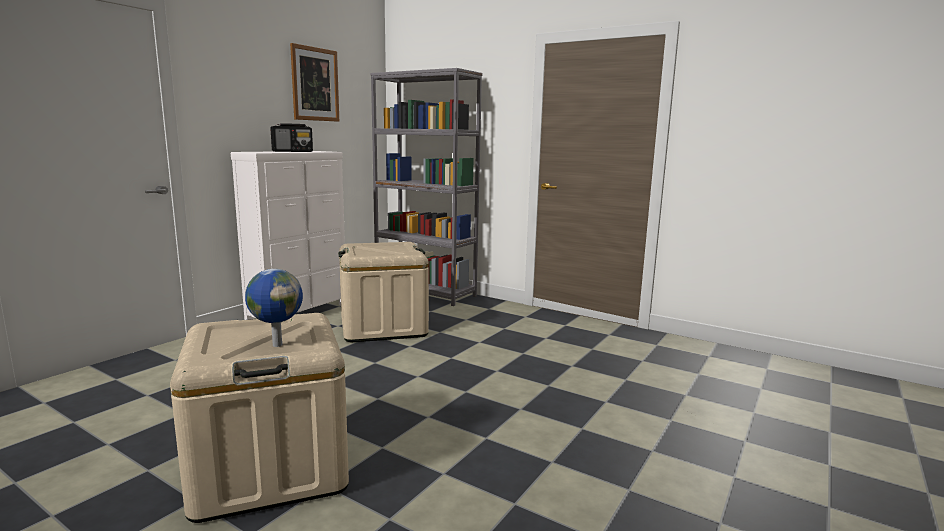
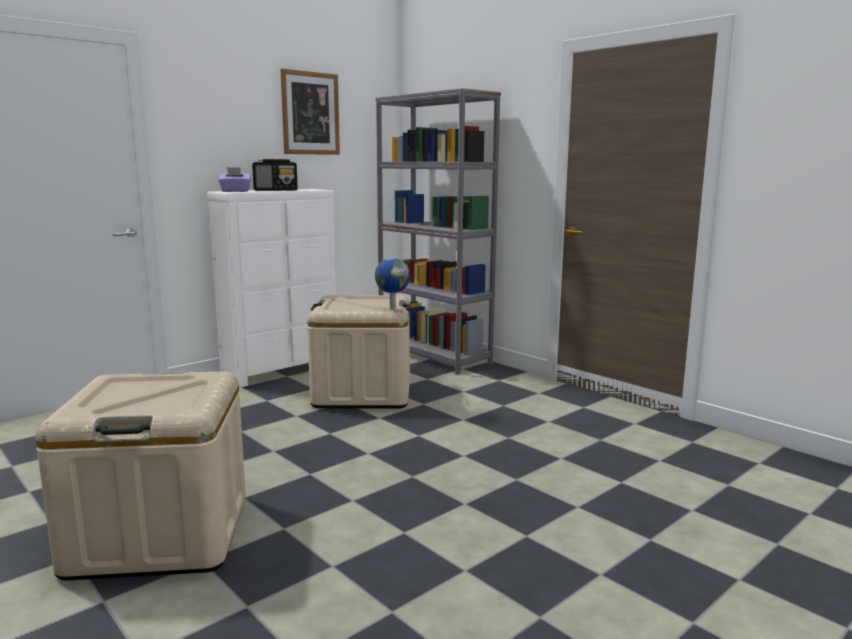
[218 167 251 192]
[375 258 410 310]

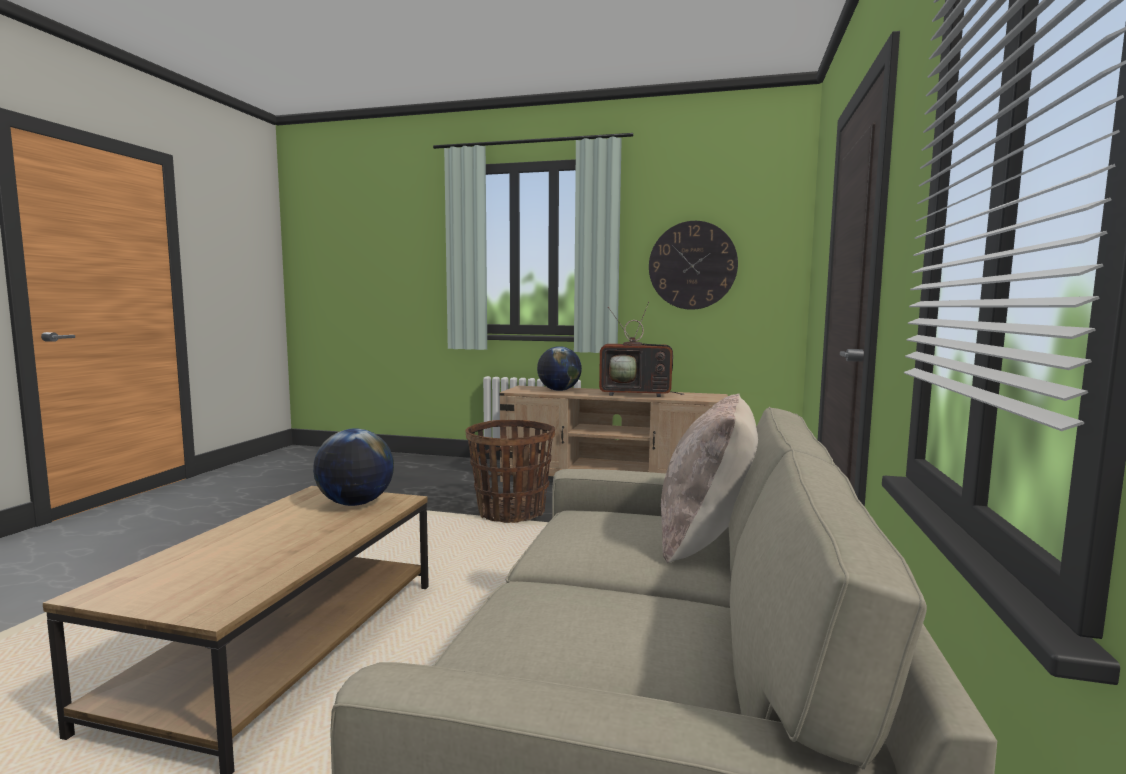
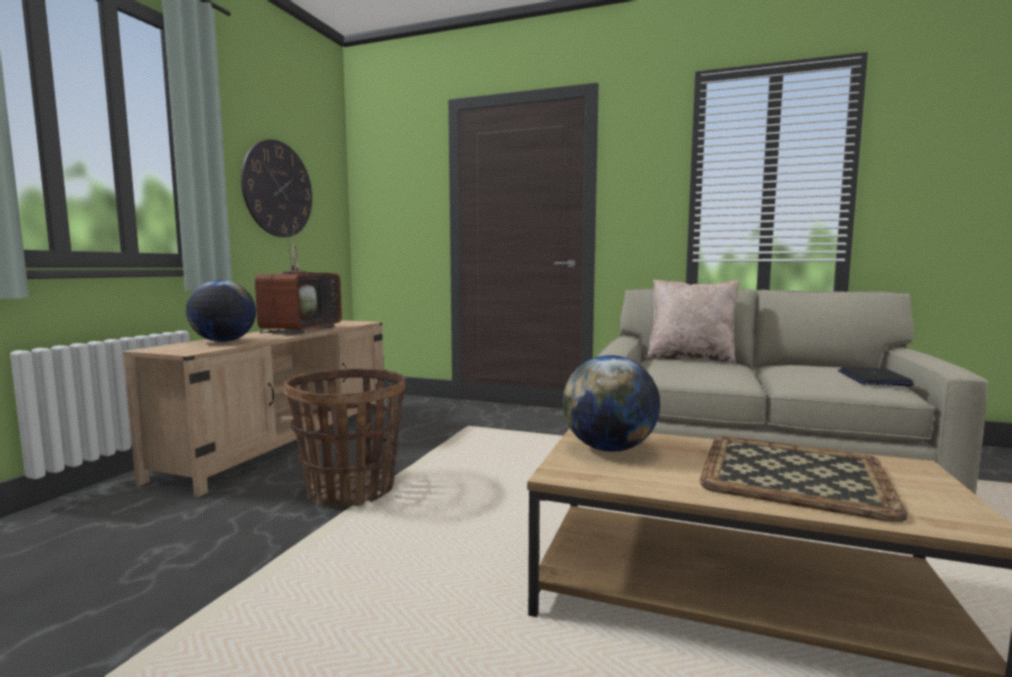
[700 436 908 522]
[838 367 914 386]

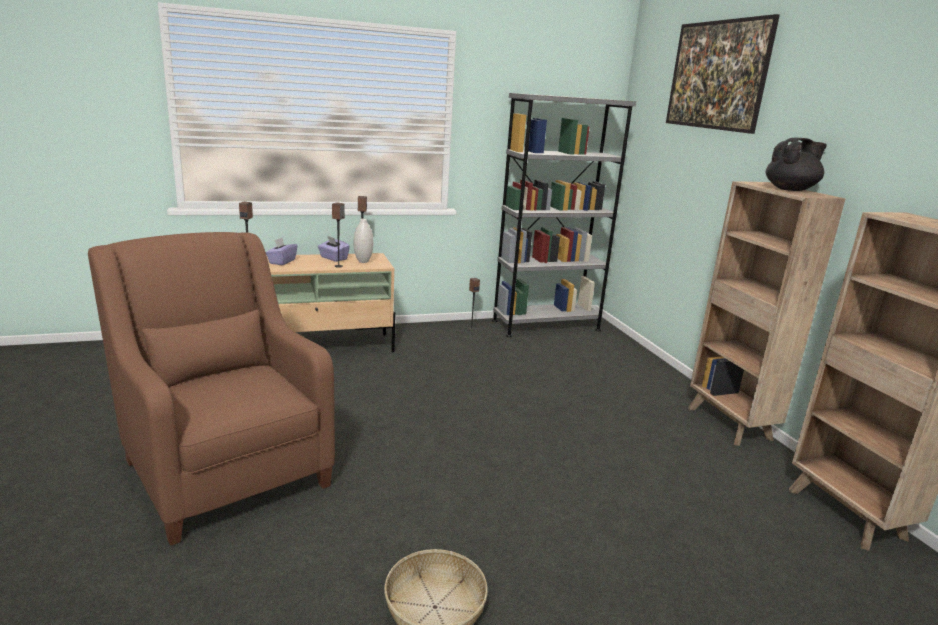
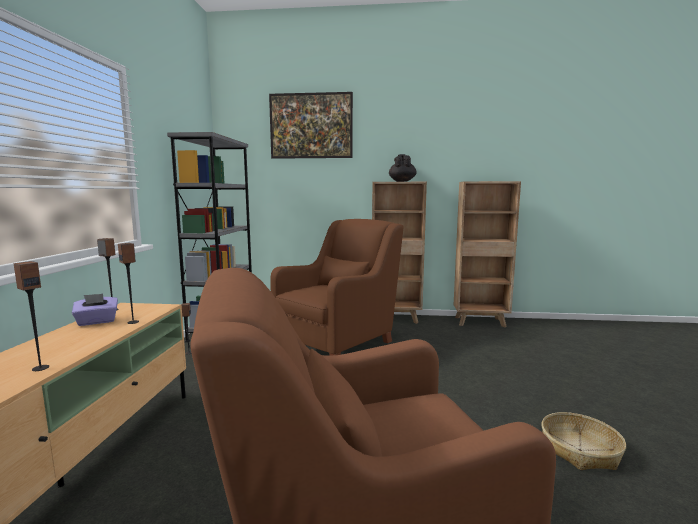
[270 219 404 356]
[266 238 297 265] (first image)
[354 219 373 263] (first image)

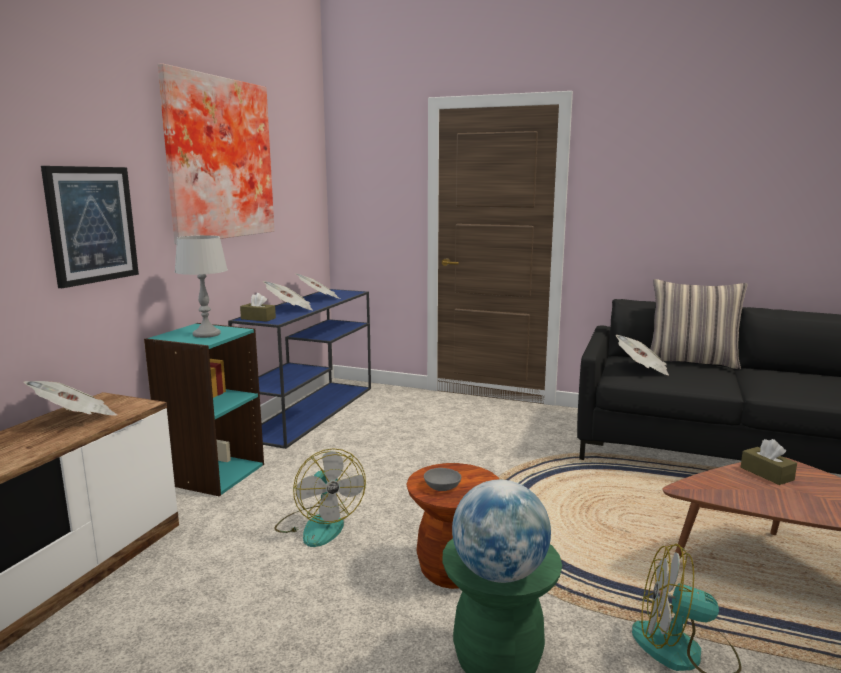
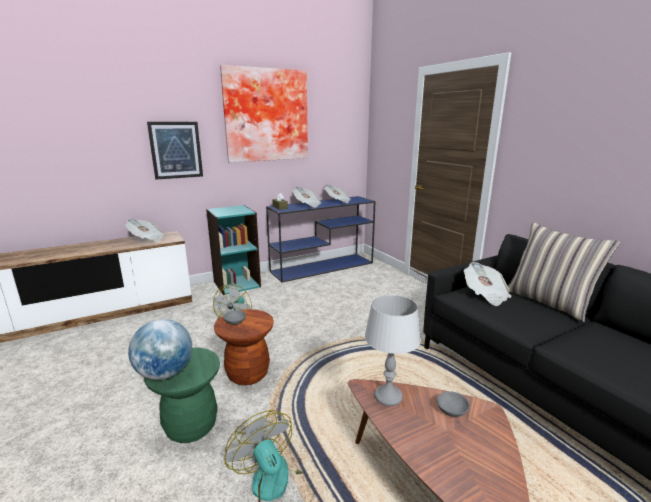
[364 295 421 406]
[437 391 470 417]

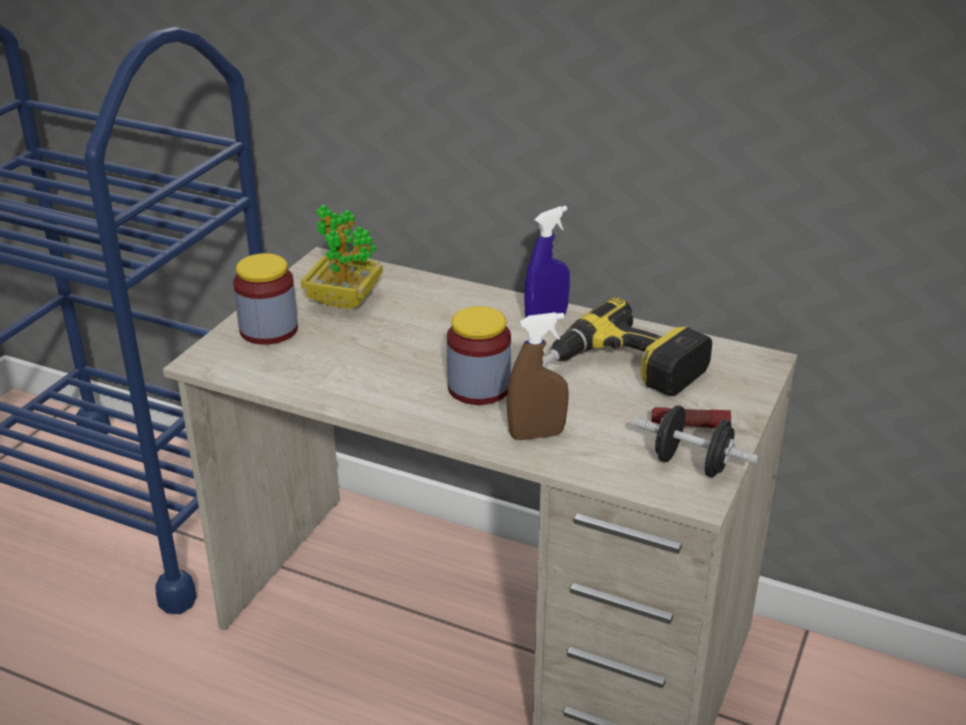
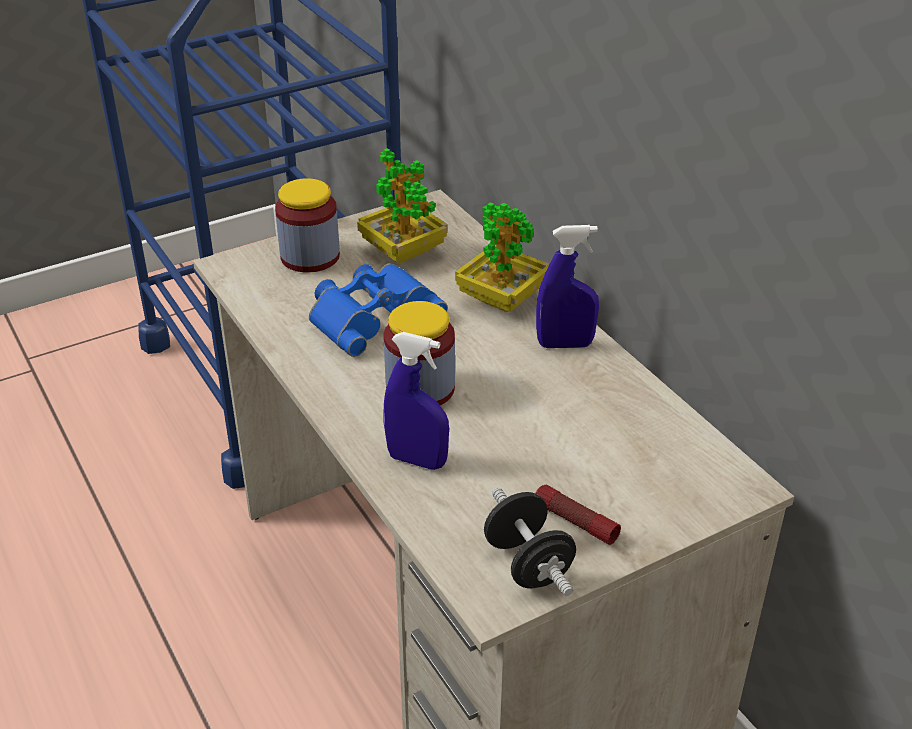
[309 263 448 357]
[383 332 449 470]
[455 202 549 312]
[542 298 712 396] (first image)

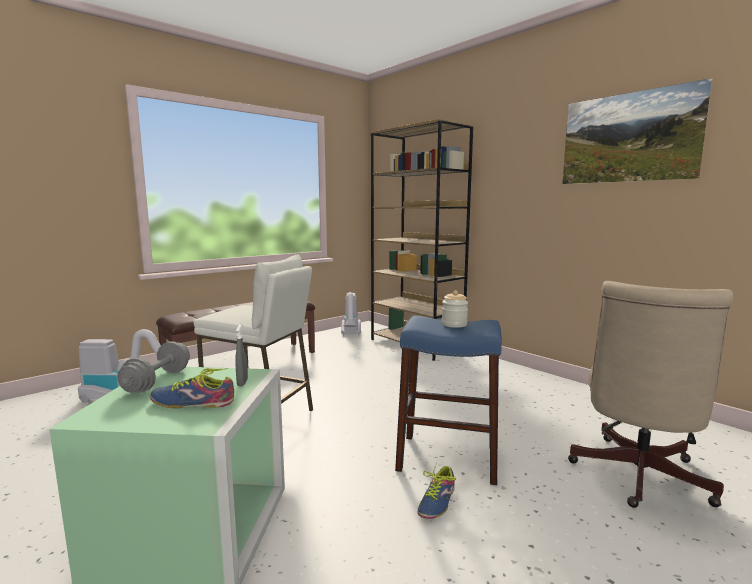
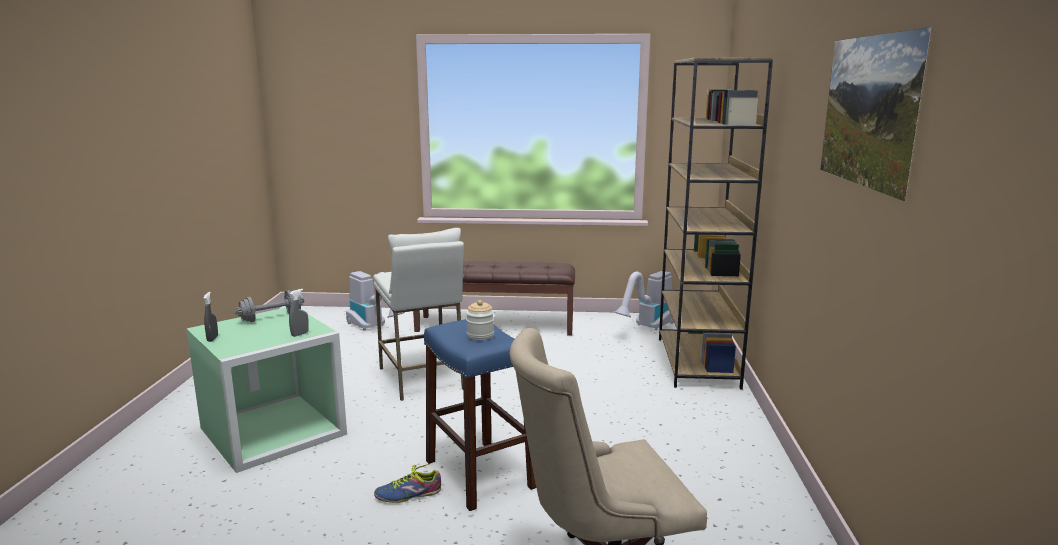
[203 292 218 342]
[150 368 234 409] (first image)

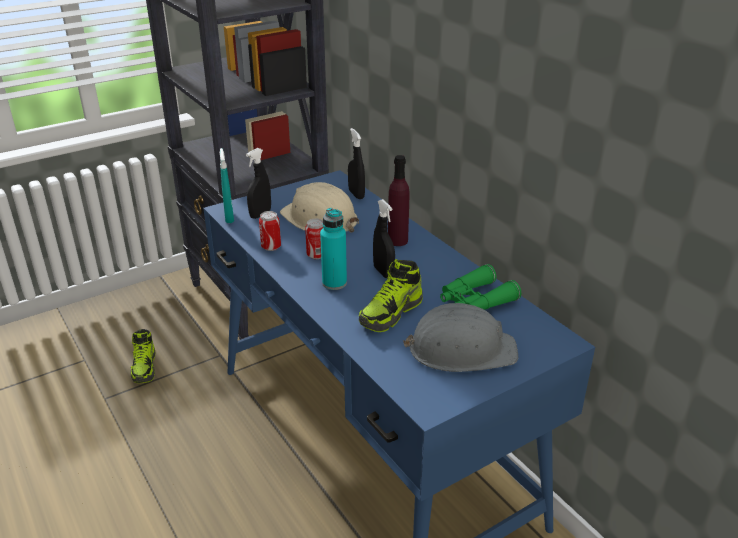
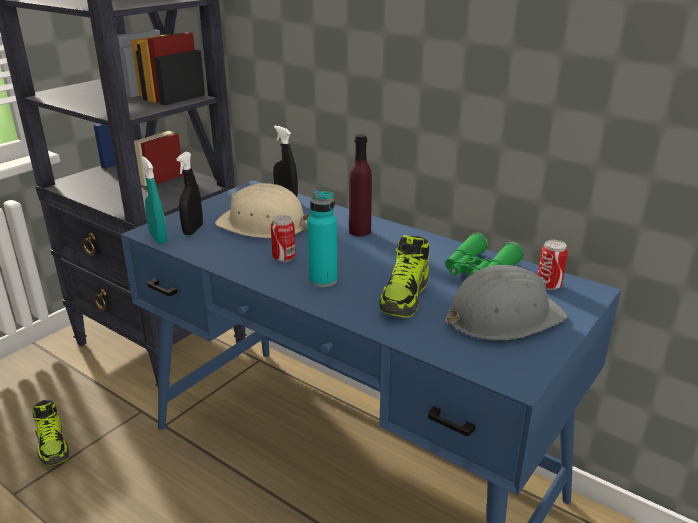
[538 240 568 290]
[373 199 395 278] (first image)

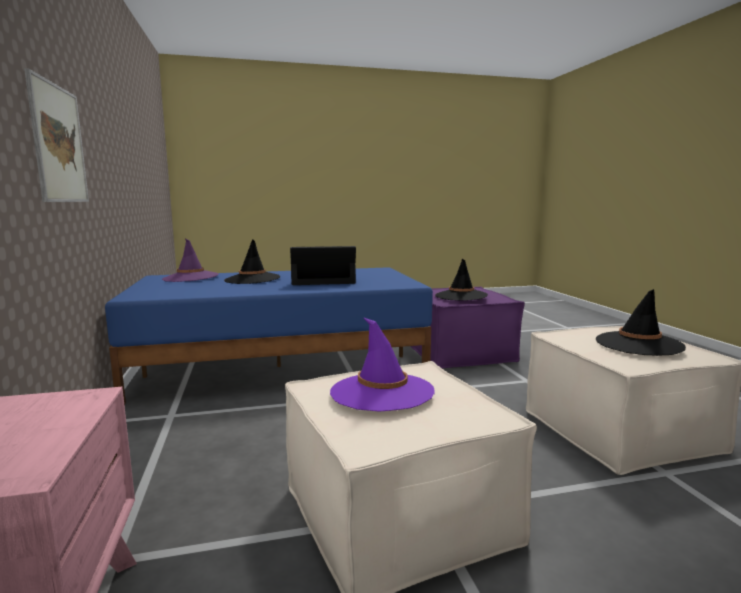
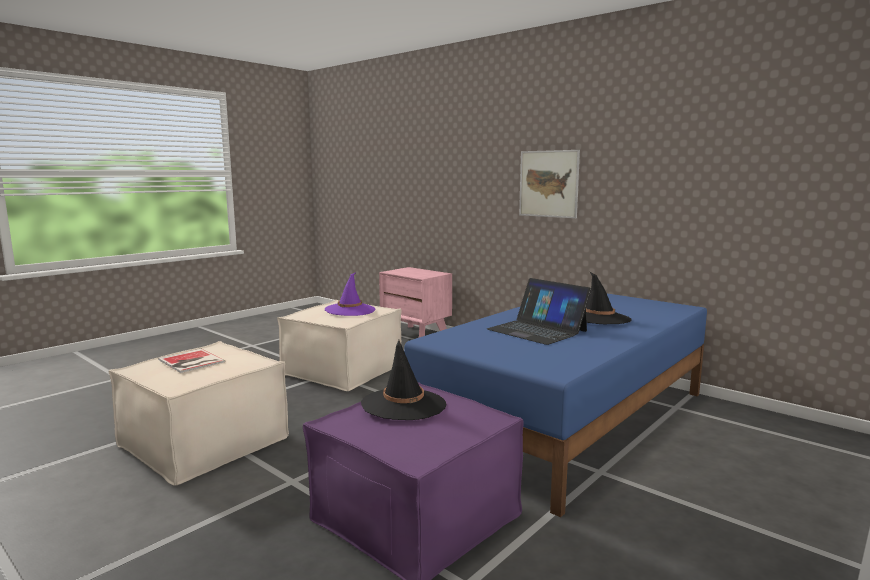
[158 349 226 373]
[487 278 592 345]
[162 239 219 282] (first image)

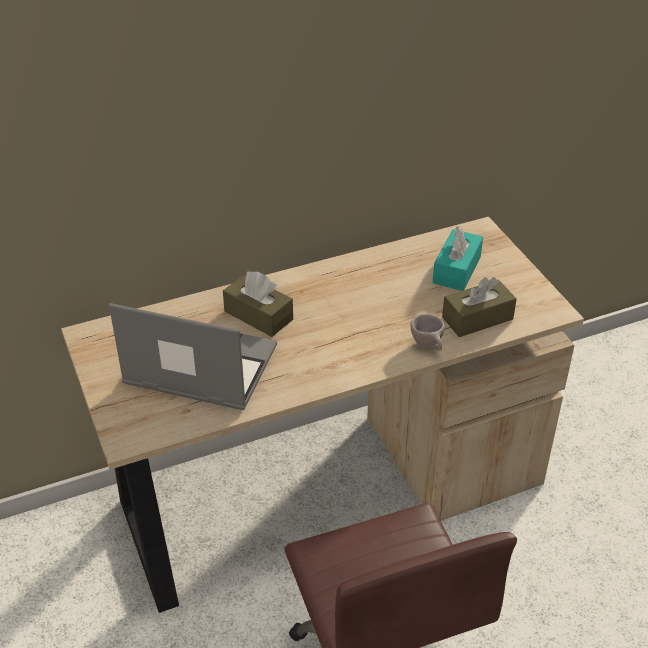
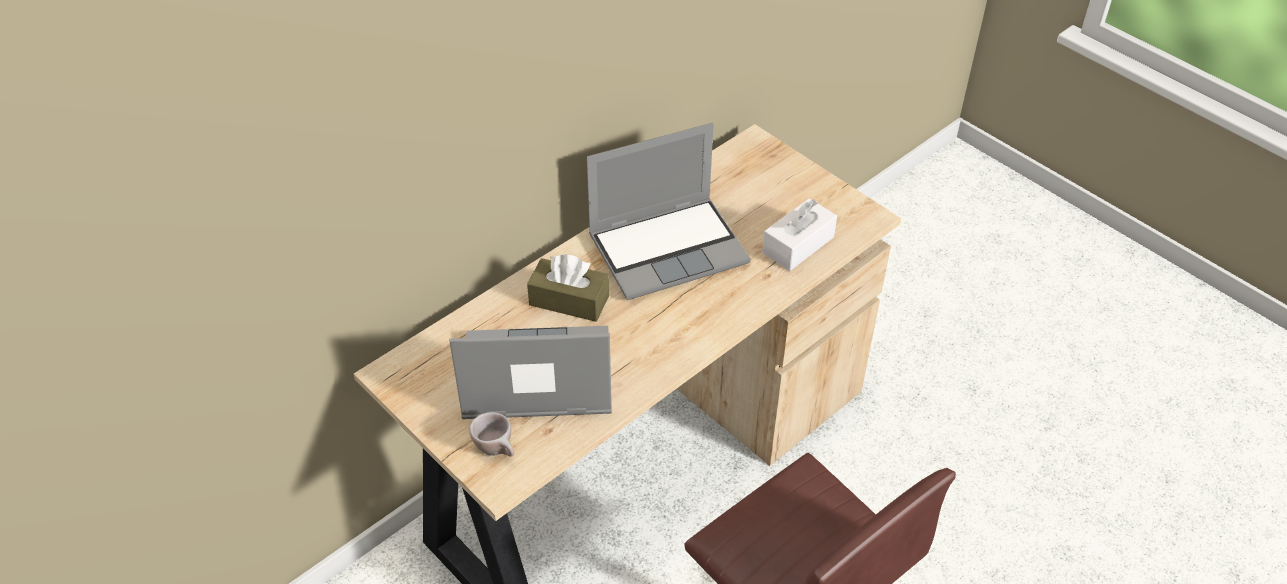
[469 412 514 457]
[587 123 751 300]
[762 198 837 271]
[432 226 483 291] (first image)

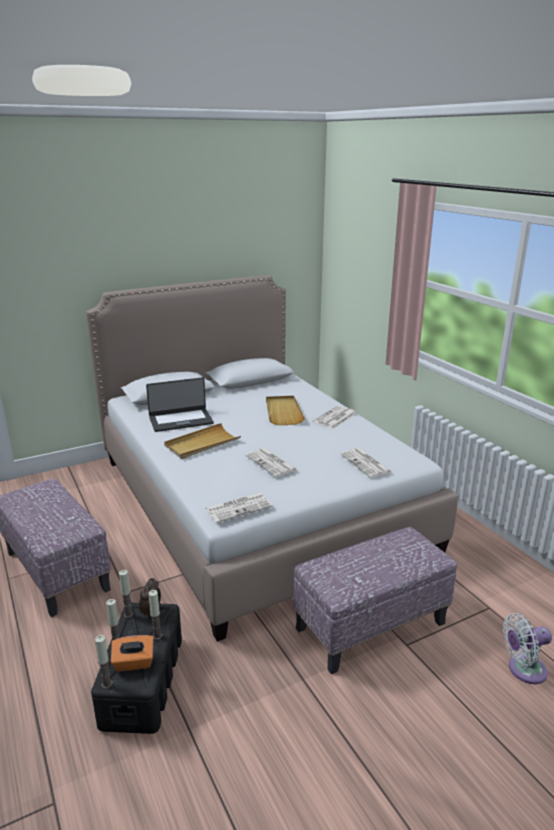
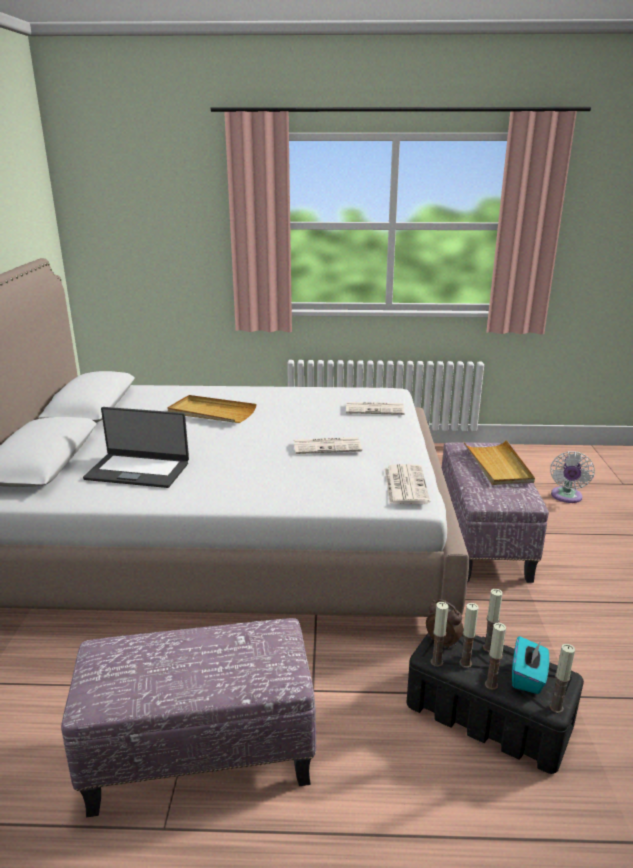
[83 407 189 488]
[459 603 479 668]
[464 440 535 485]
[512 636 549 694]
[313 406 356 429] (first image)

